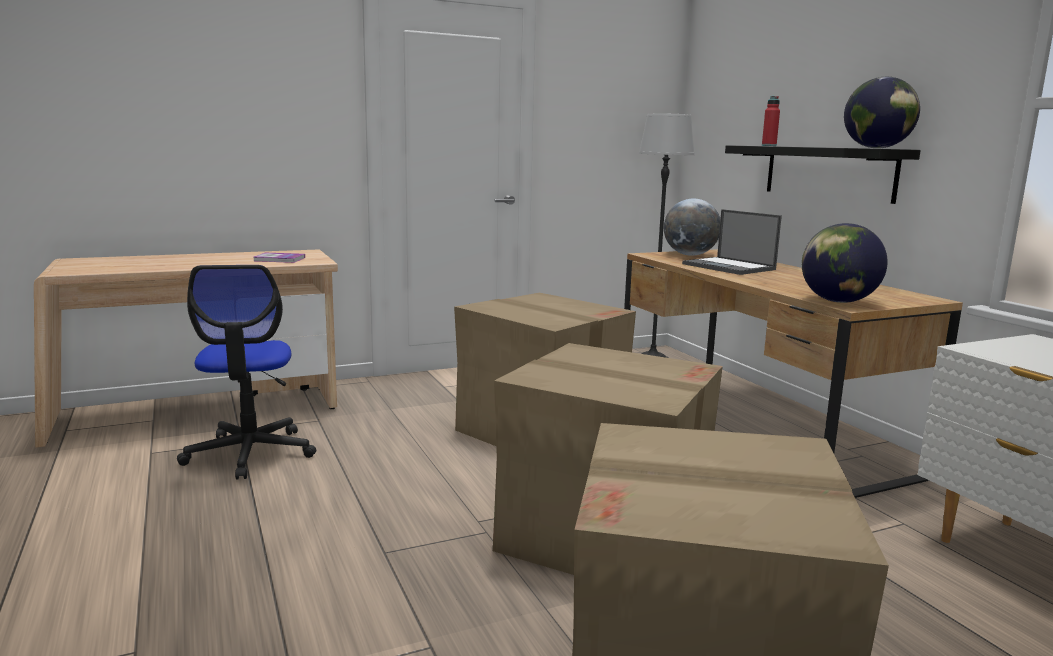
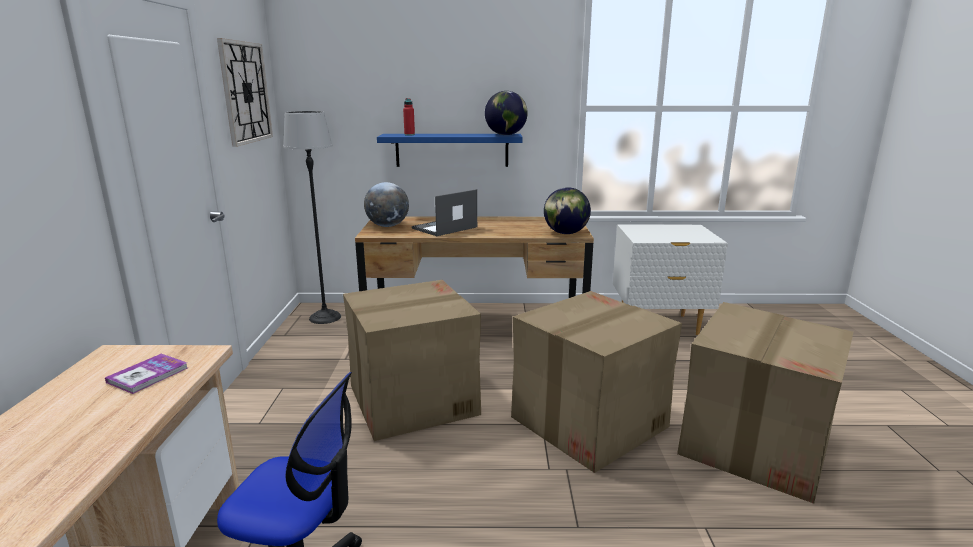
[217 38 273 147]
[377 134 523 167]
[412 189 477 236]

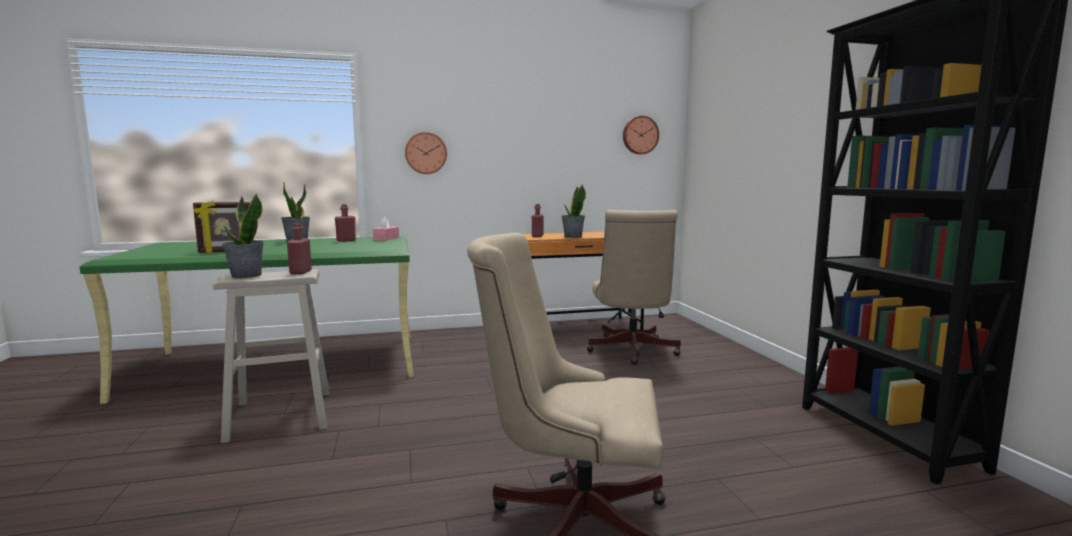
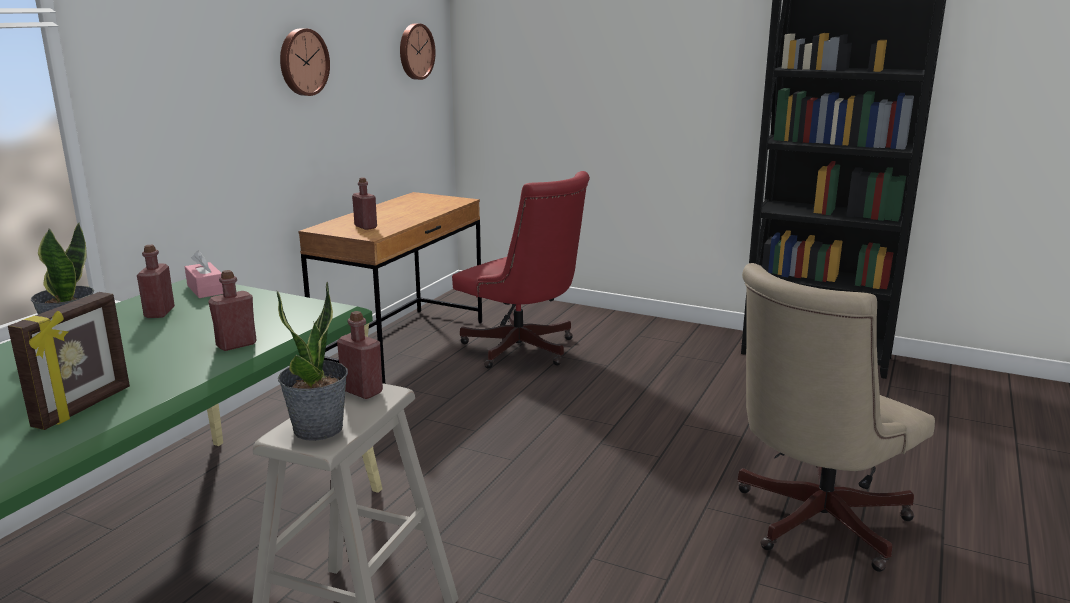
[209 270 257 351]
[280 28 330 96]
[452 171 590 369]
[562 184 586 238] (first image)

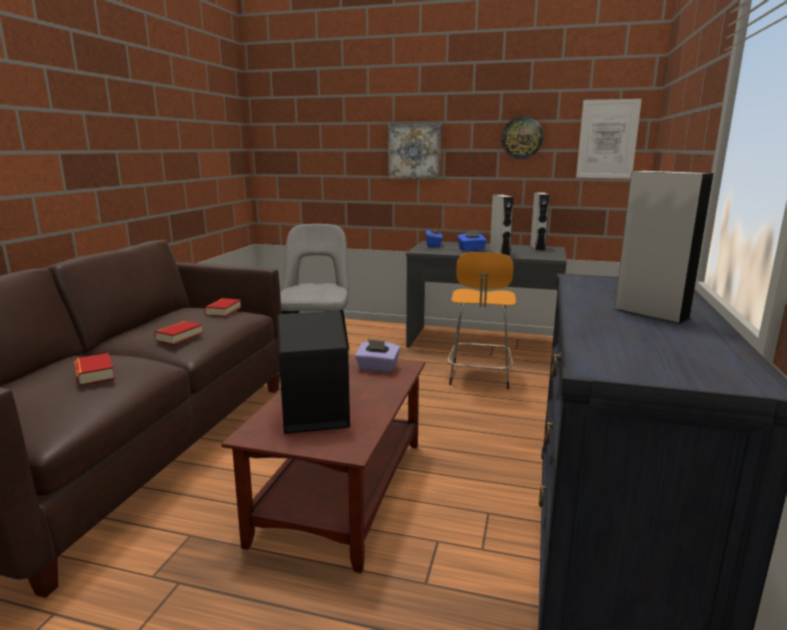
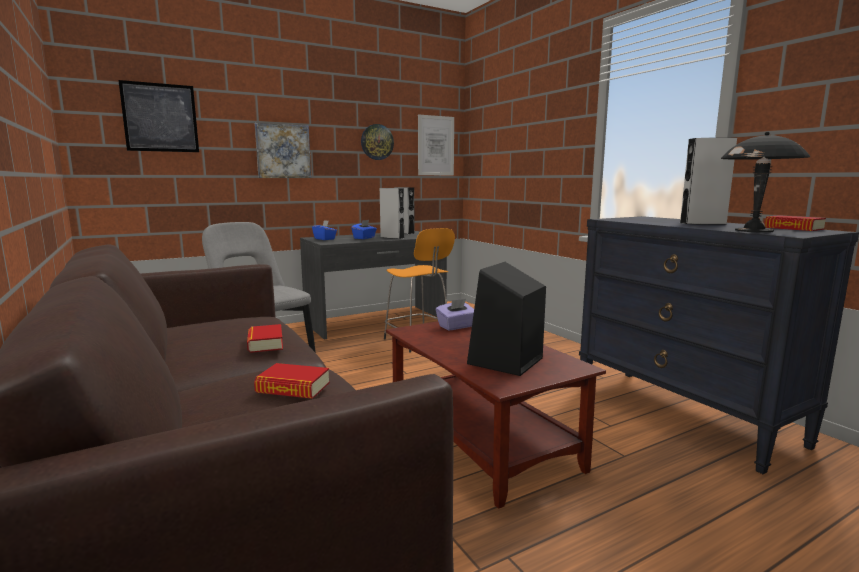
[118 80 199 152]
[721 132 810 233]
[764 215 826 231]

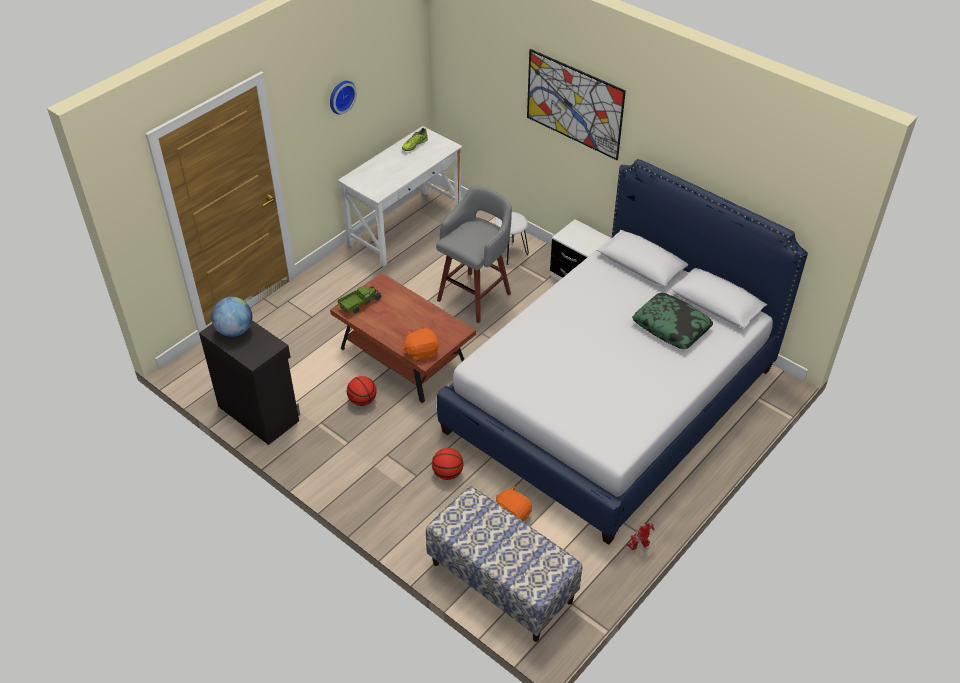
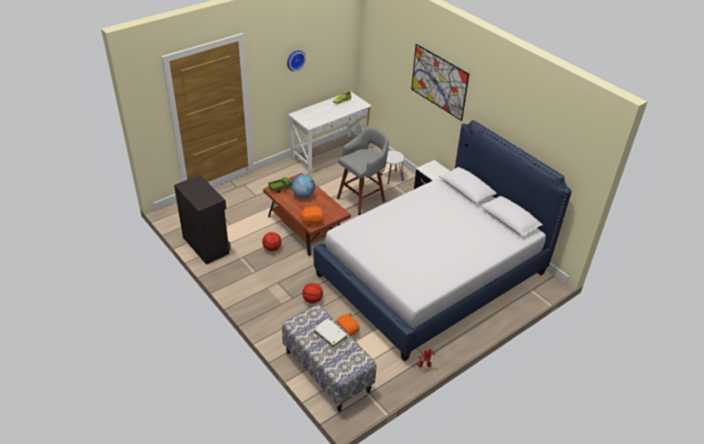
[291 174 315 198]
[314 319 348 348]
[632 293 713 349] (first image)

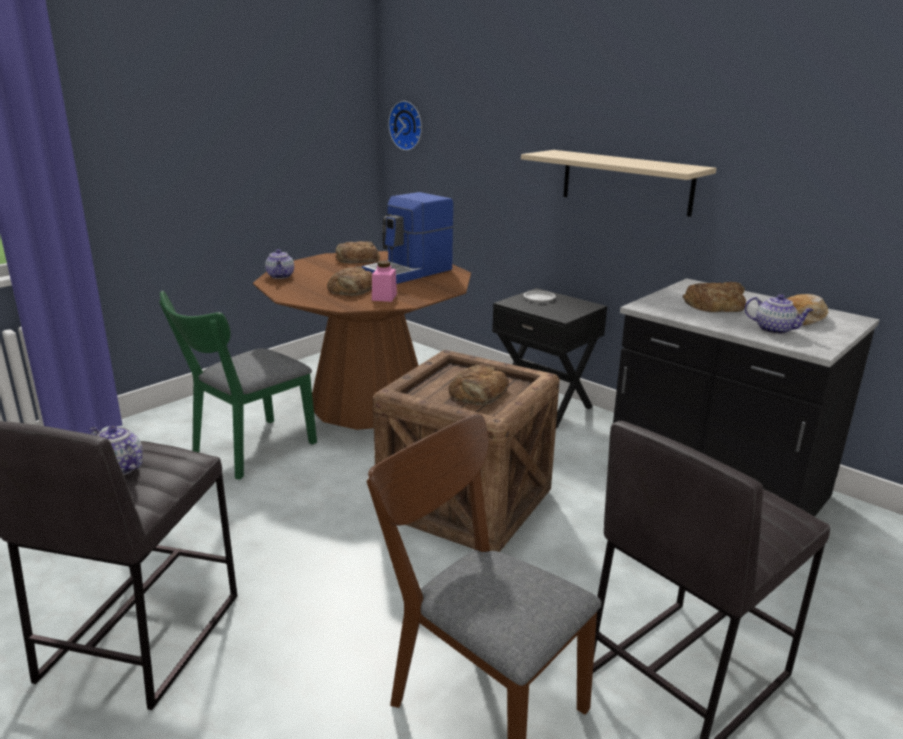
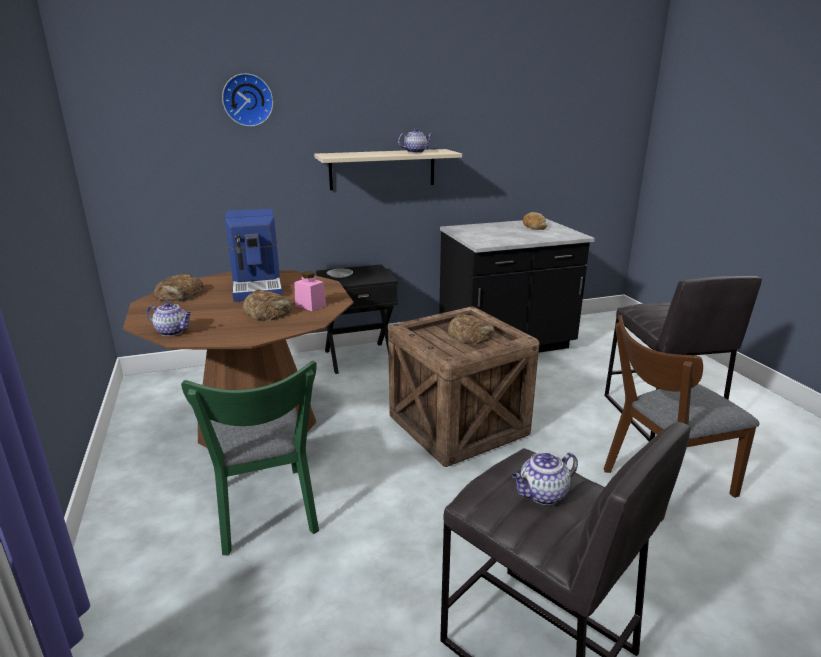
[222 73 273 127]
[398 128 433 153]
[683 282 746 312] (first image)

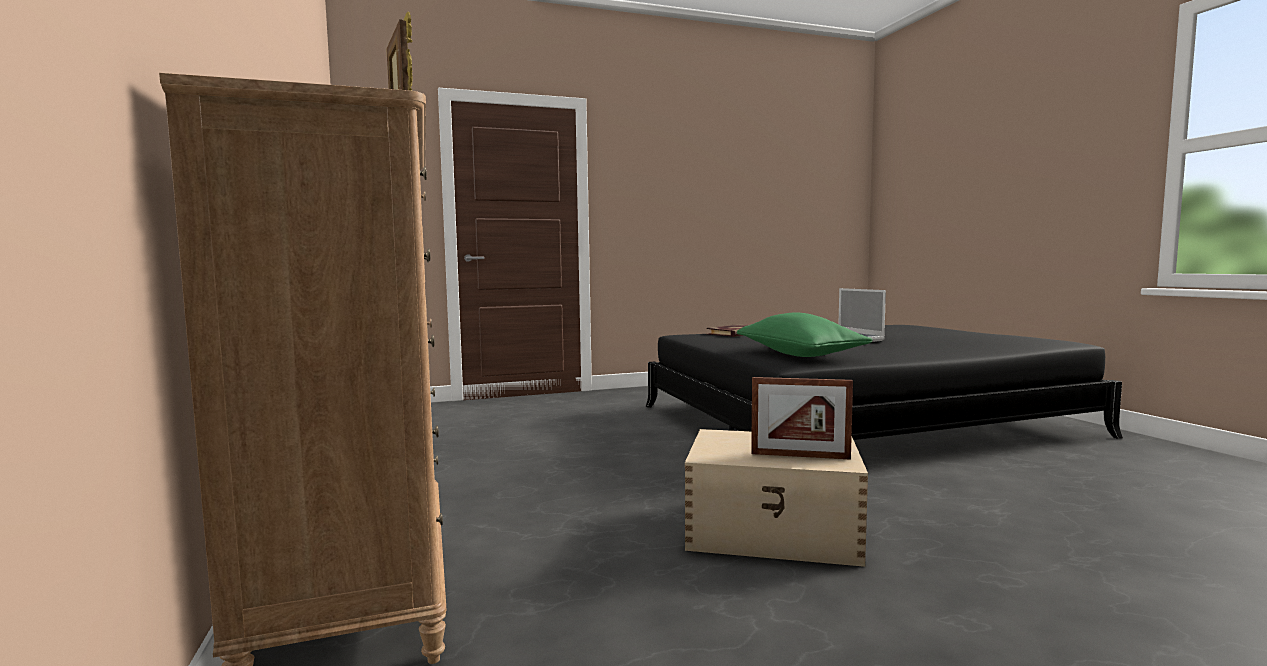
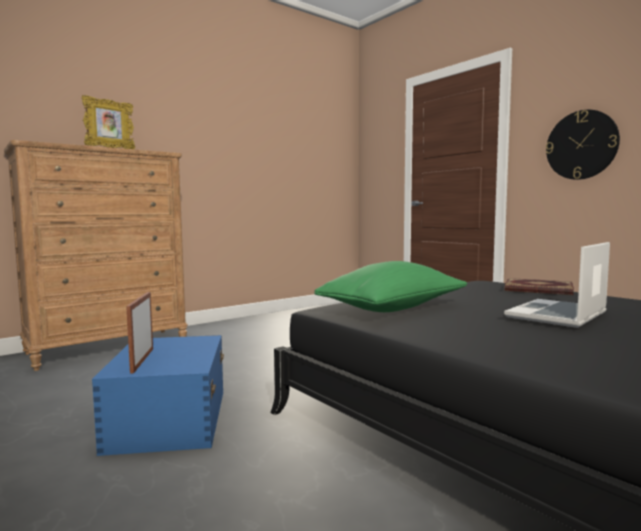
[92 335 224 456]
[546 110 620 180]

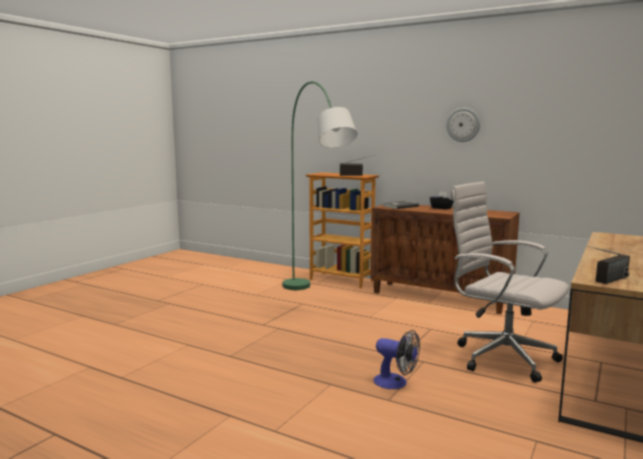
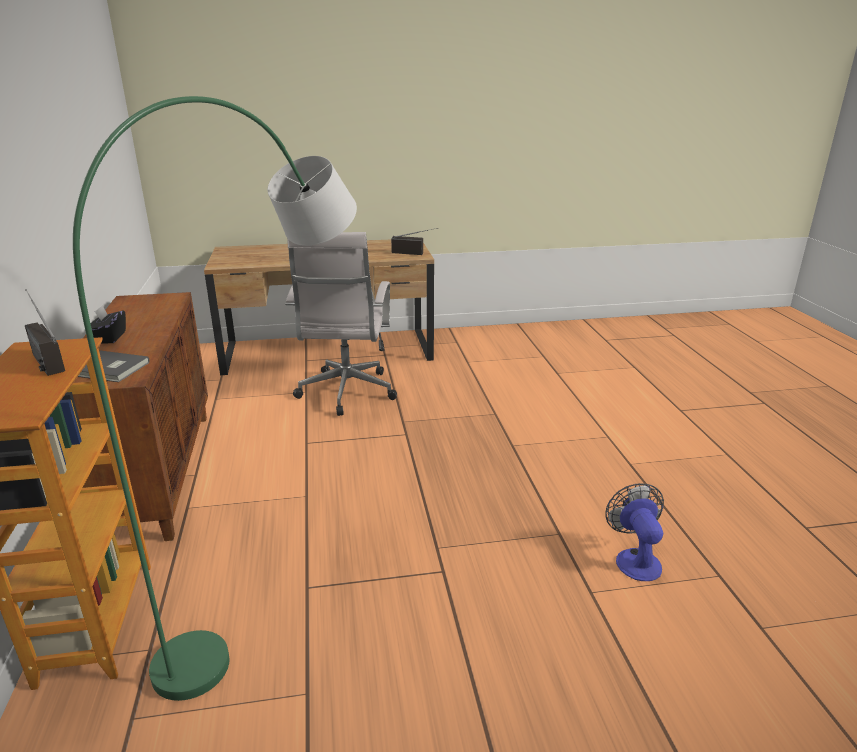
[605 483 664 581]
[446 108 480 142] (first image)

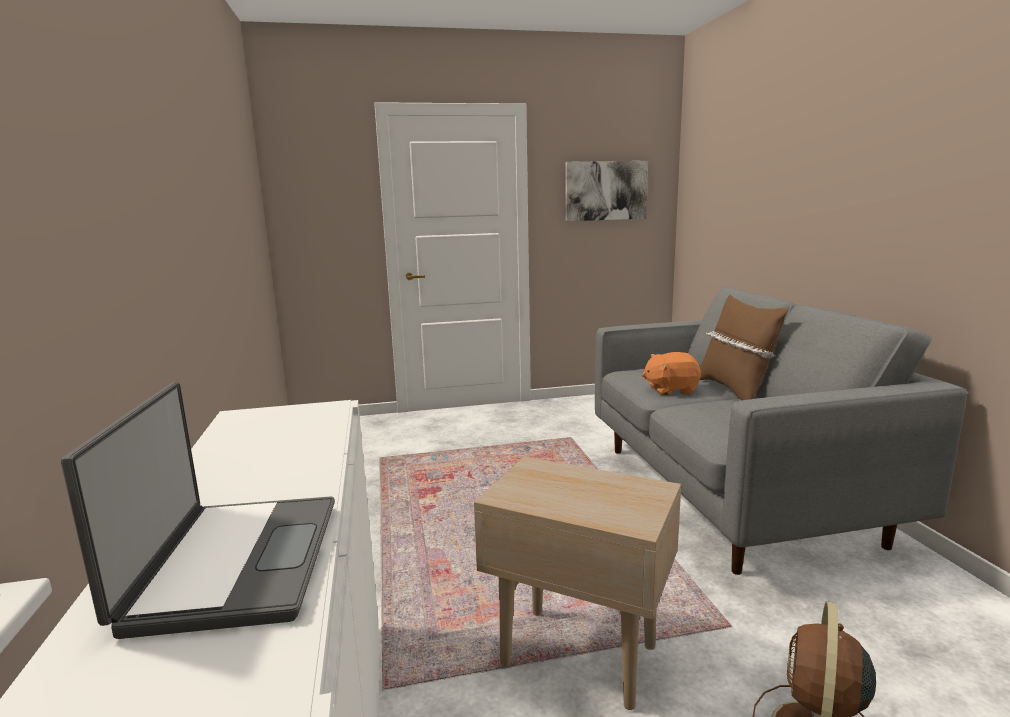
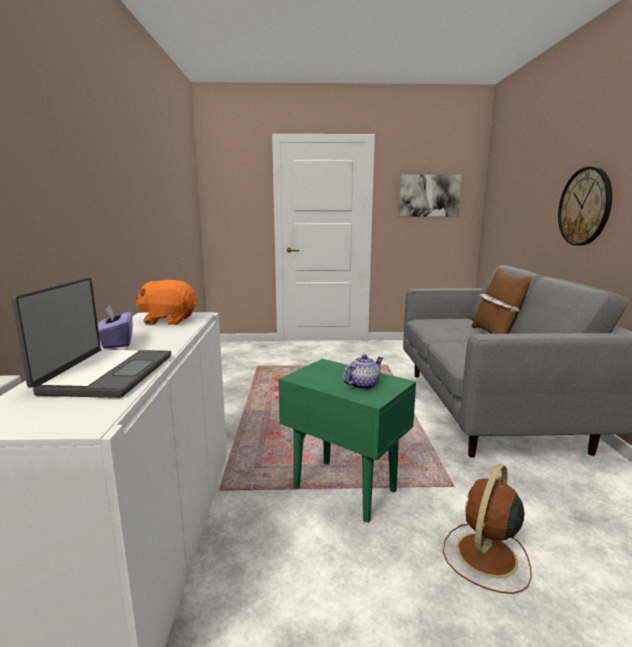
[98 305 133 349]
[136 280 197 325]
[278 359 416 522]
[343 355 383 390]
[558 167 612 246]

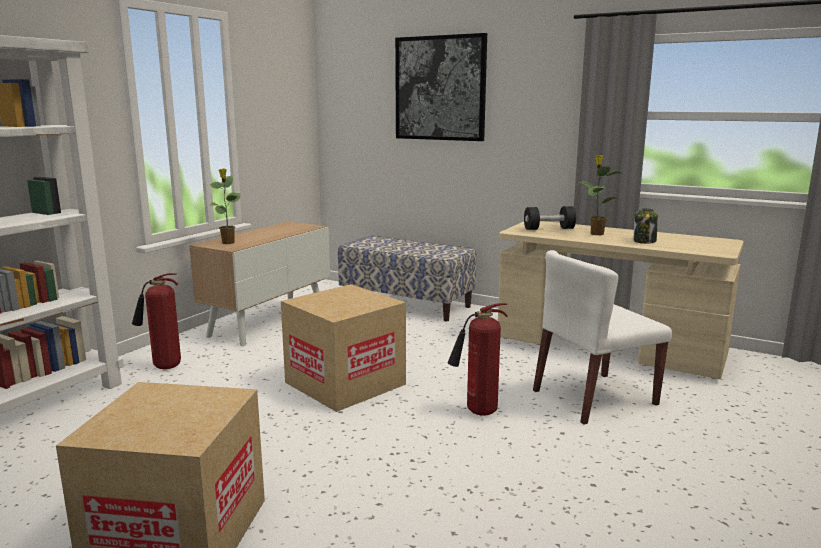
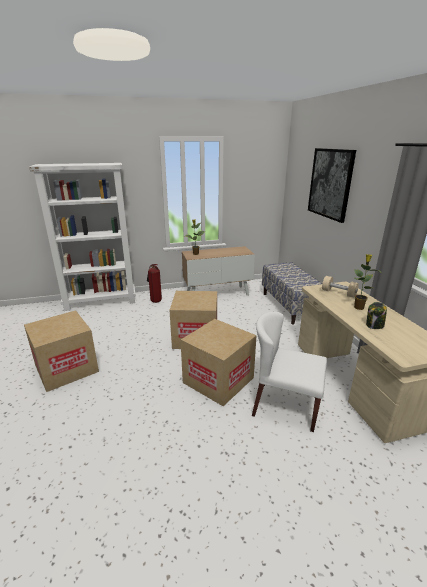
[181 319 257 406]
[322 276 359 298]

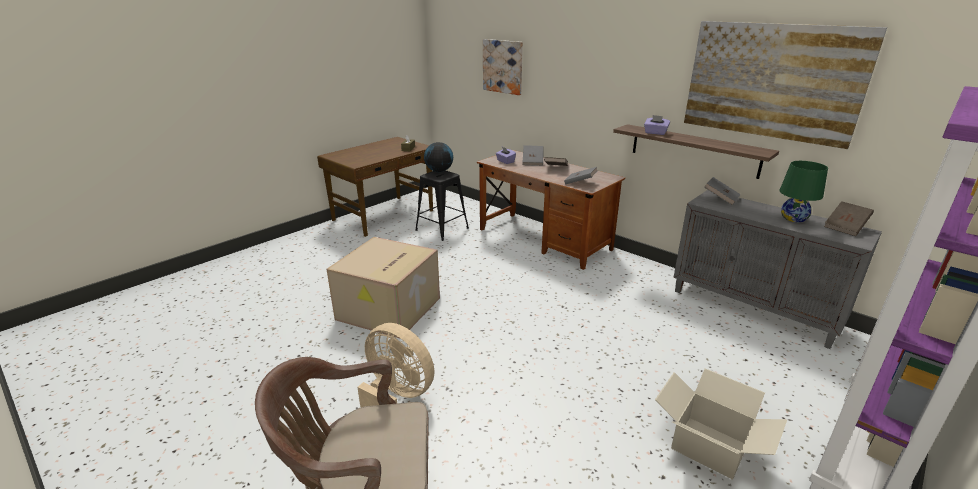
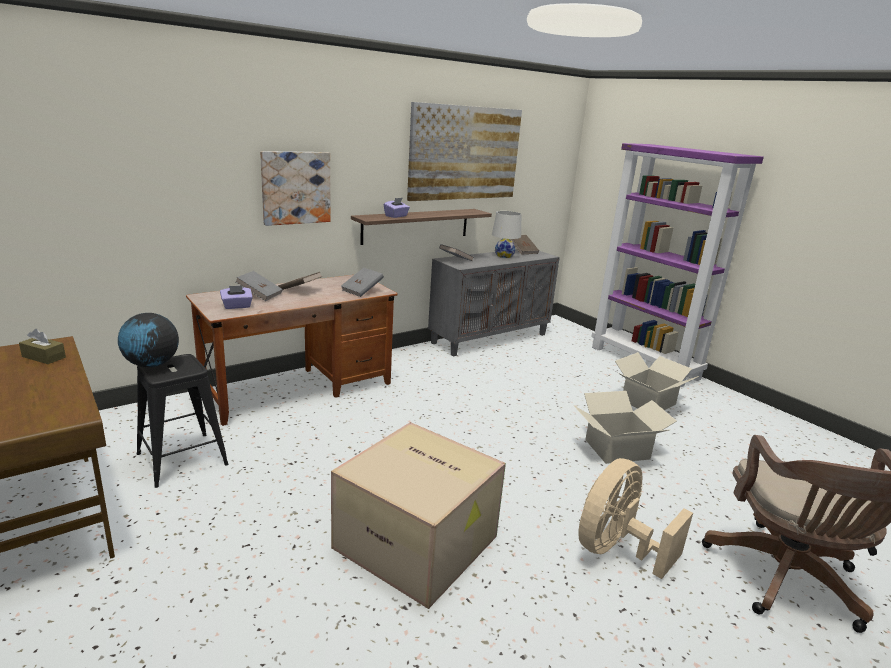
[260 151 330 226]
[492 211 521 258]
[573 391 677 464]

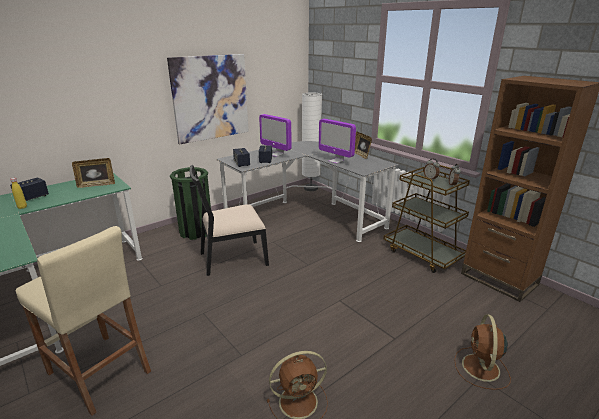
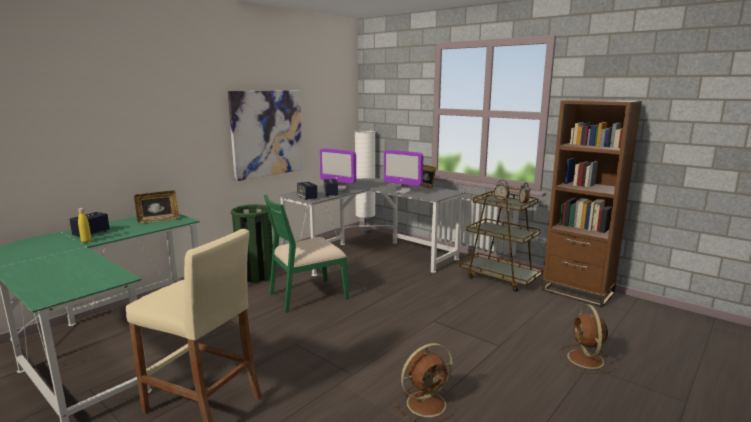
[264 194 349 313]

